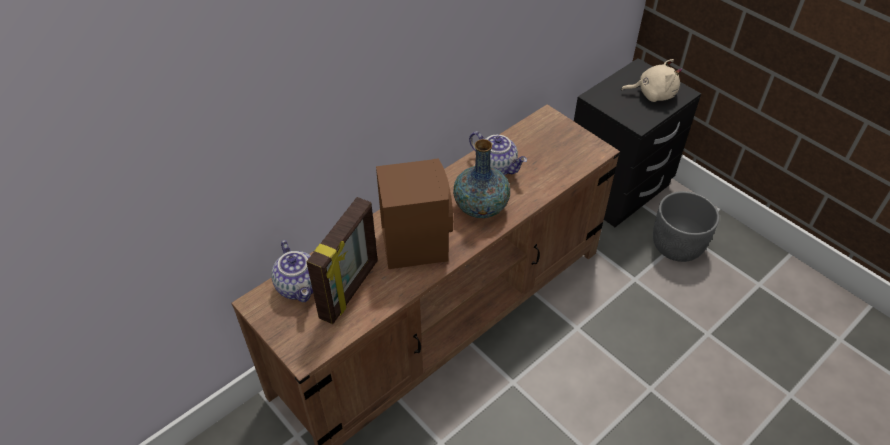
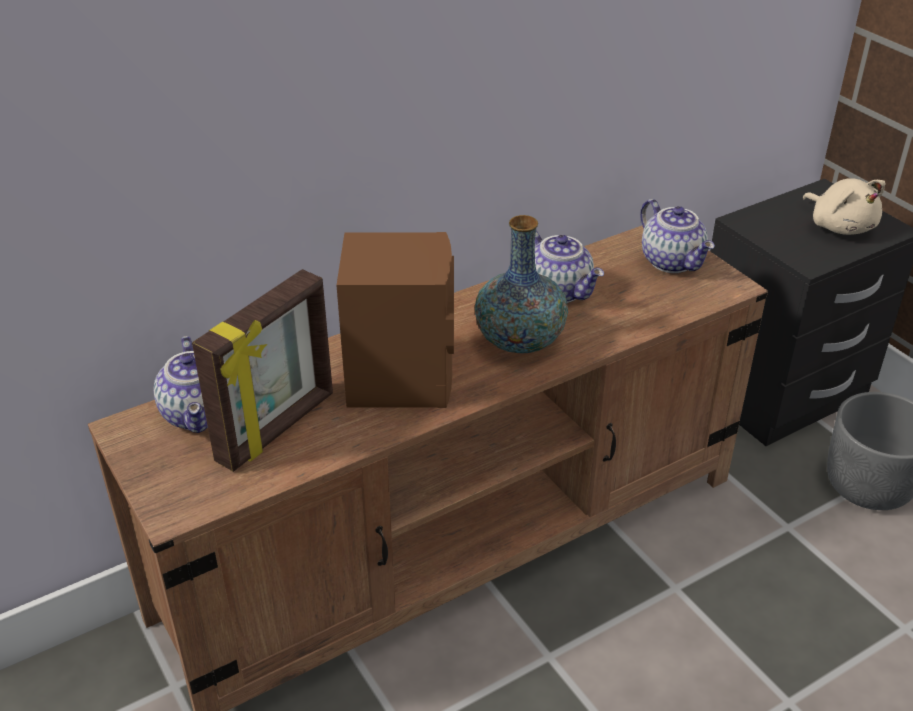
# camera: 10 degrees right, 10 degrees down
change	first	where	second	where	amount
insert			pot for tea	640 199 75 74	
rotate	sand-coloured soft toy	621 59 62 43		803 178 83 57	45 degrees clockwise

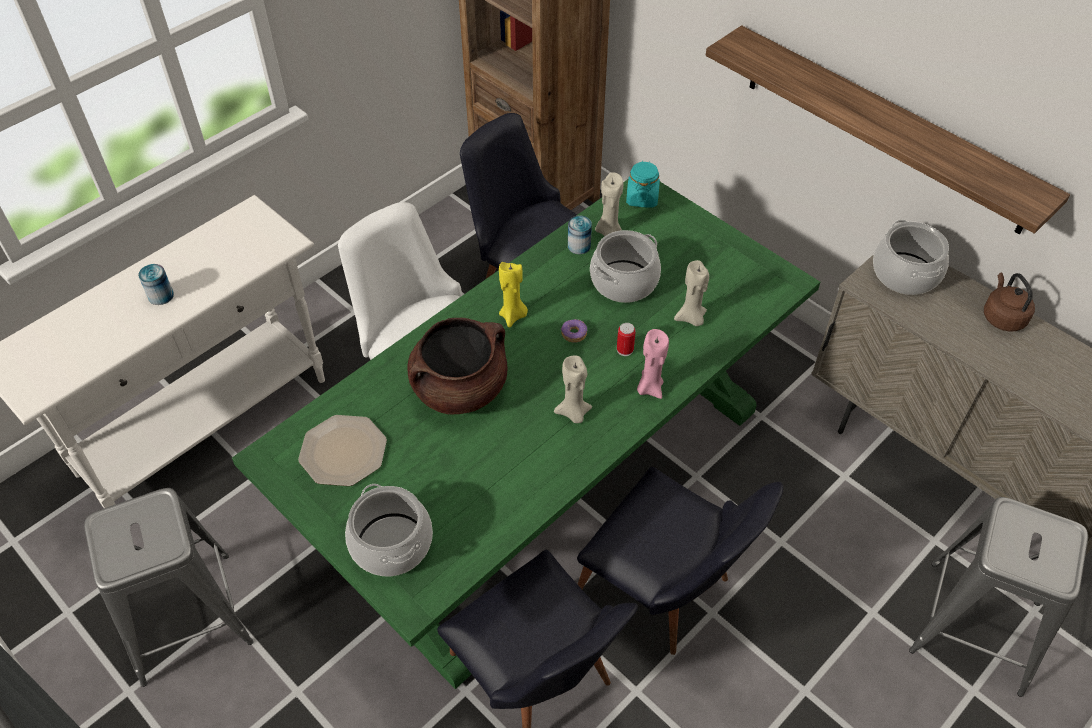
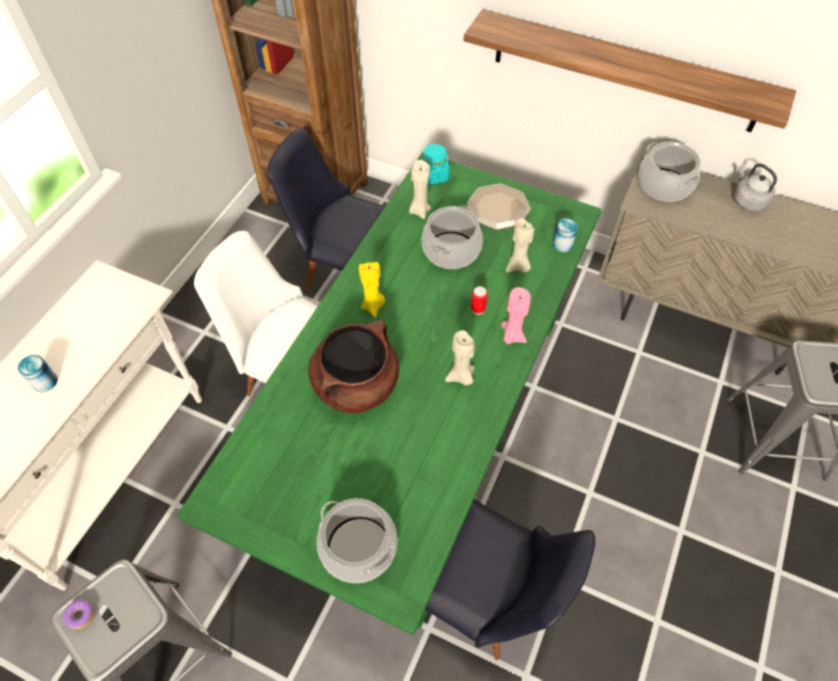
# camera: 20 degrees left, 5 degrees up
change	first	where	second	where	amount
delete	black chair	577 467 206 188			
move	flat dish	298 415 89 71		467 183 64 47	
move	donut	561 319 26 24		63 599 31 30	
move	metal can	568 215 24 39		553 218 25 34	
recolor	brown kettle	984 272 51 60	greyish kettle	734 164 43 47	

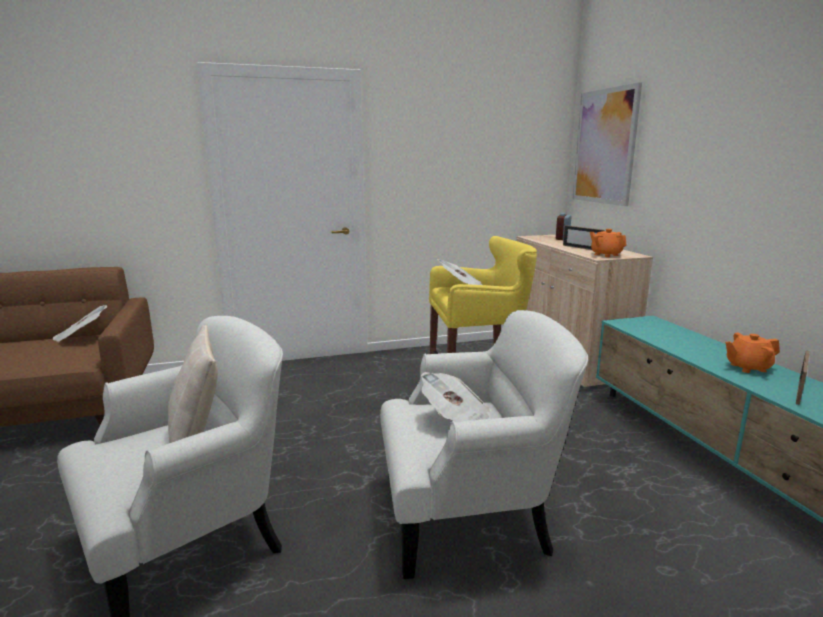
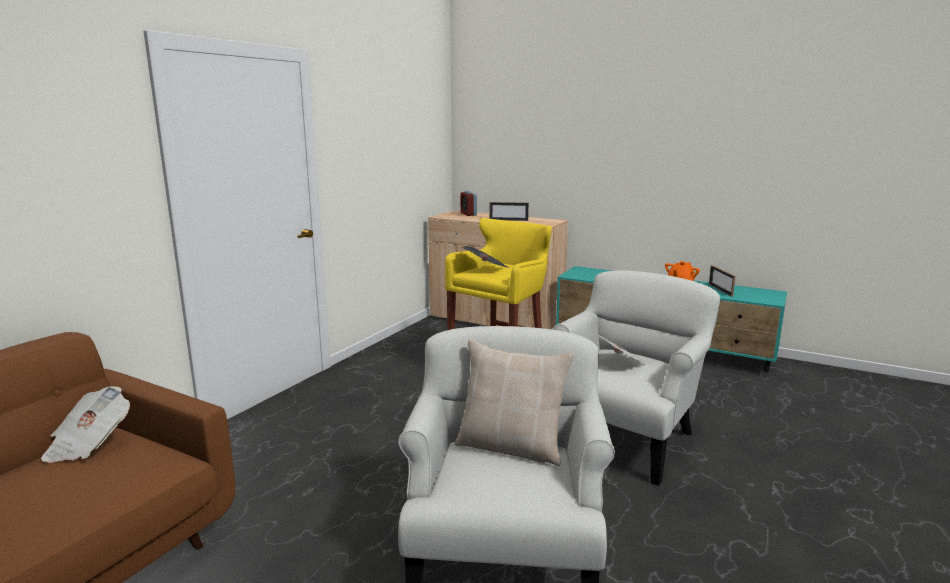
# camera: 45 degrees left, 0 degrees up
change	first	where	second	where	amount
delete	wall art	573 82 69 124			
delete	orange pot for tea	590 229 37 28			

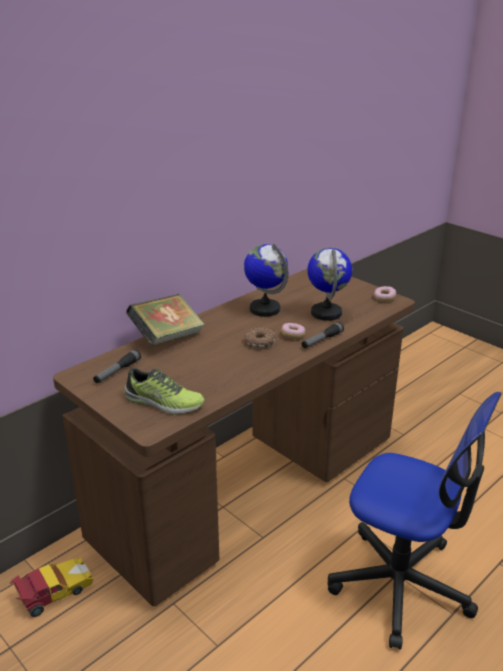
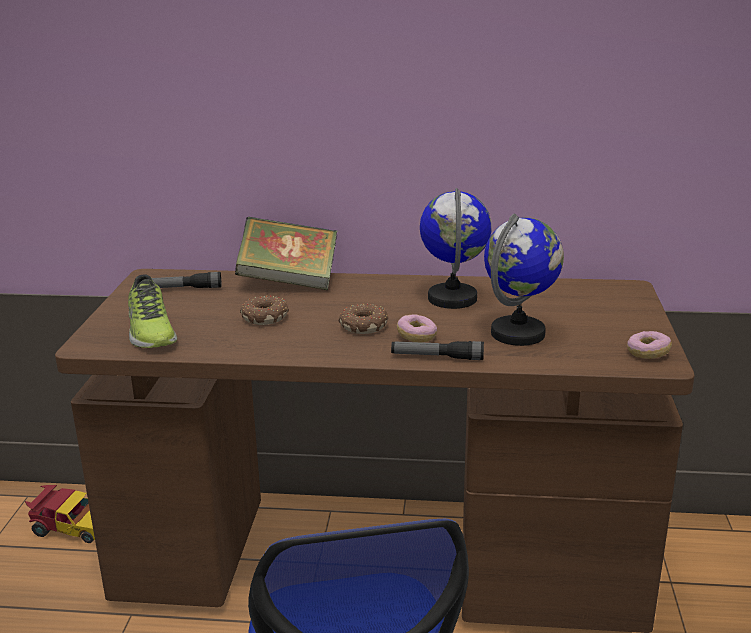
# camera: 50 degrees right, 5 degrees down
change	first	where	second	where	amount
insert			donut	240 295 49 30	

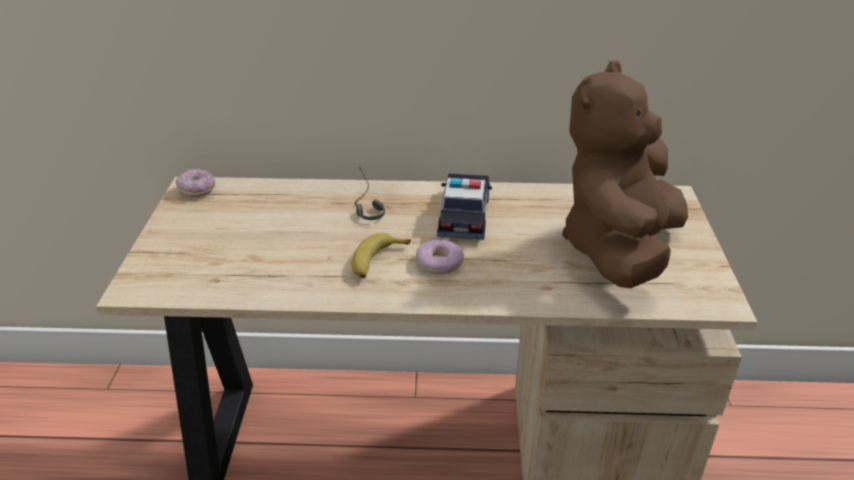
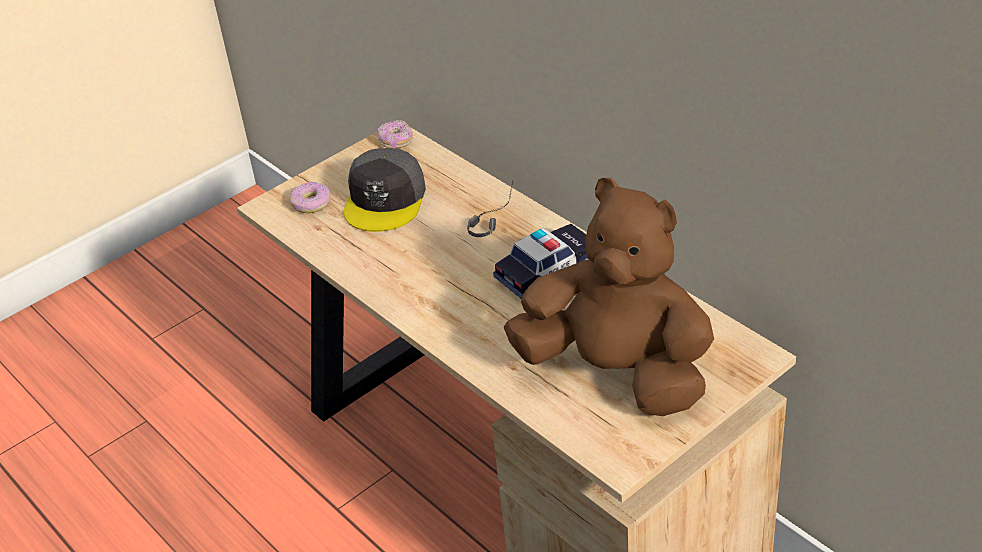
# camera: 50 degrees right, 5 degrees up
change	first	where	second	where	amount
delete	whole banana	351 233 60 45			
insert			greyish cap	344 148 82 84	
move	donut	416 239 48 35		289 182 42 31	
rotate	brown soft toy	562 60 126 228		504 178 210 238	45 degrees clockwise

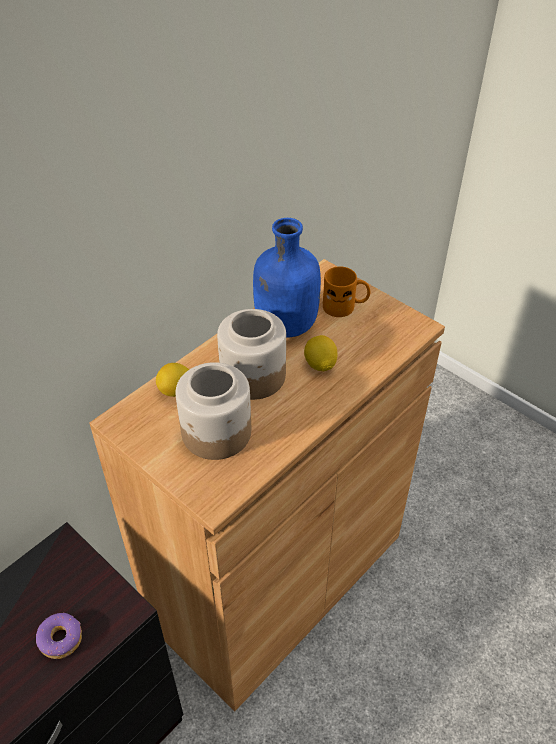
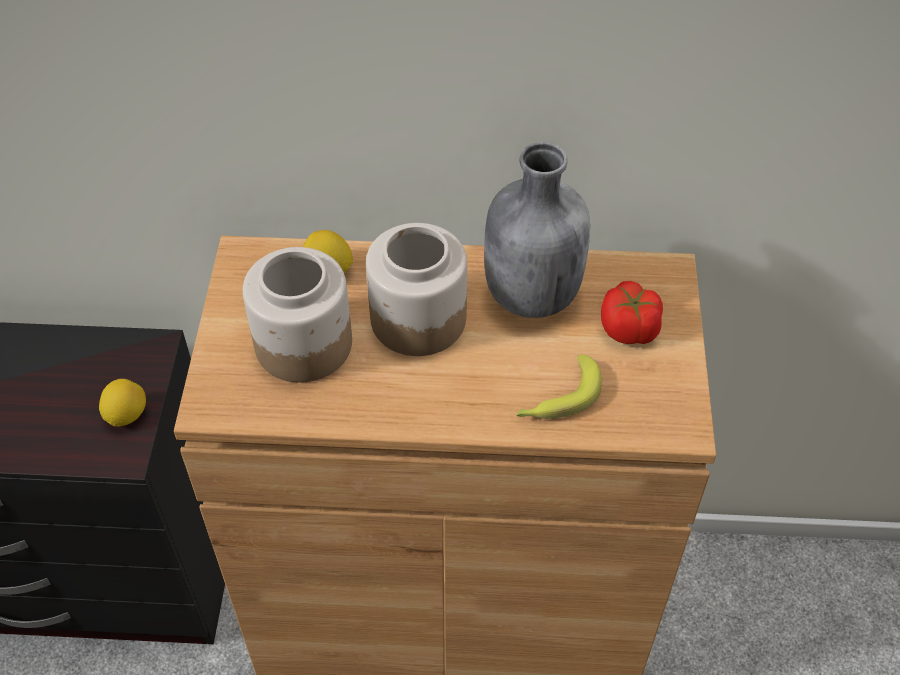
# camera: 50 degrees right, 5 degrees up
change	first	where	second	where	amount
delete	donut	36 613 46 46			
insert			whole banana	516 355 86 64	
move	whole lemon	304 335 33 36		99 379 47 48	
replace	orange tea mug	323 266 47 51	whole tomato	601 281 62 63	
recolor	blue-coloured beverage bottle	253 218 68 120	greyish beverage bottle	484 142 106 176	

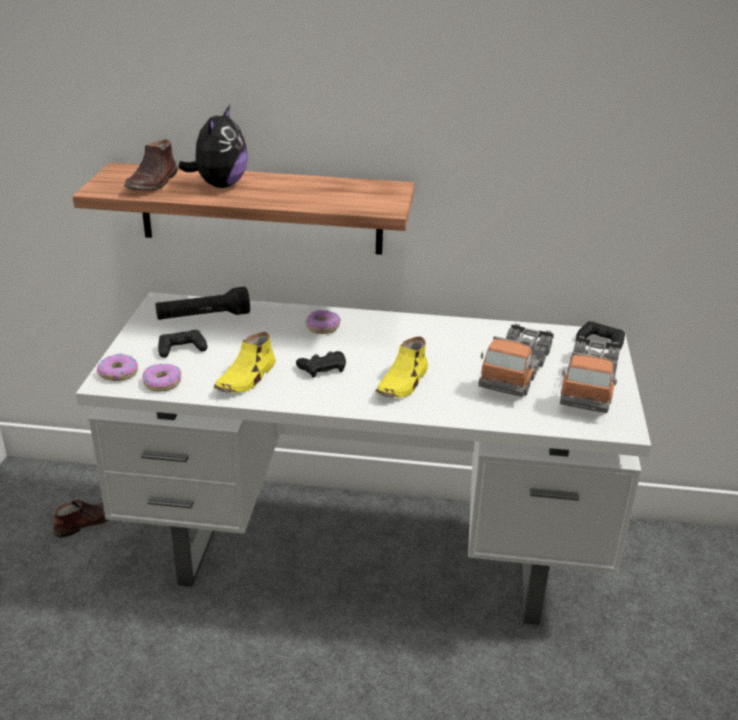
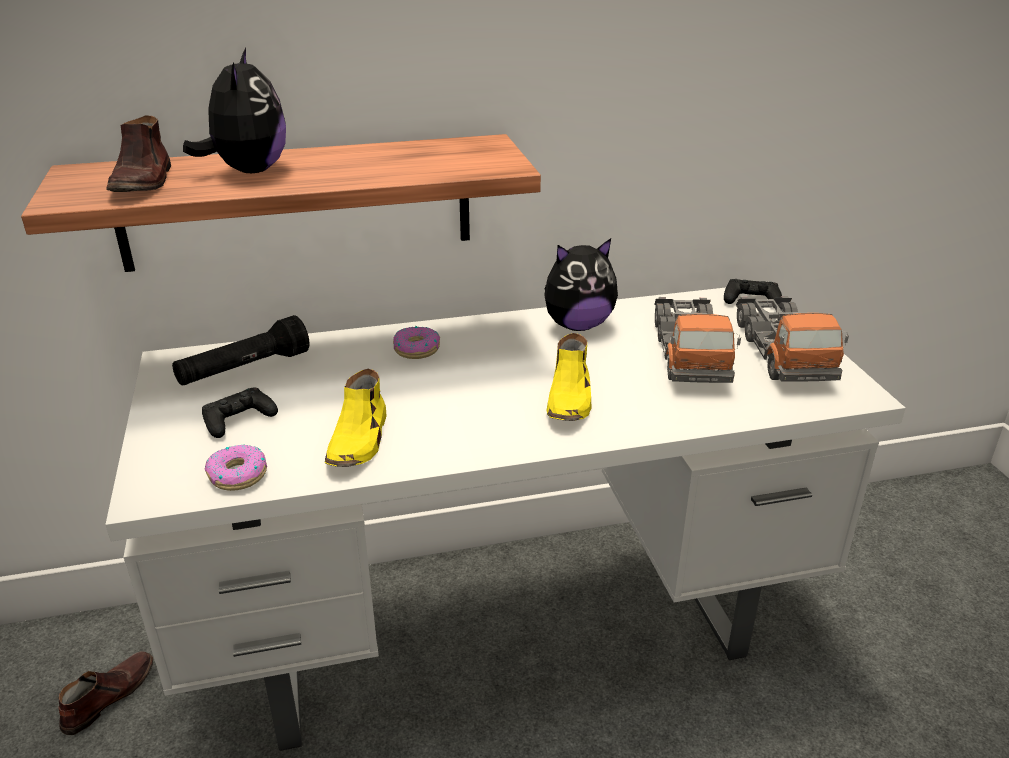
# camera: 20 degrees left, 0 degrees up
change	first	where	second	where	amount
delete	donut	97 354 41 27			
delete	black game controller	296 351 50 27			
insert			soft toy	544 238 74 93	

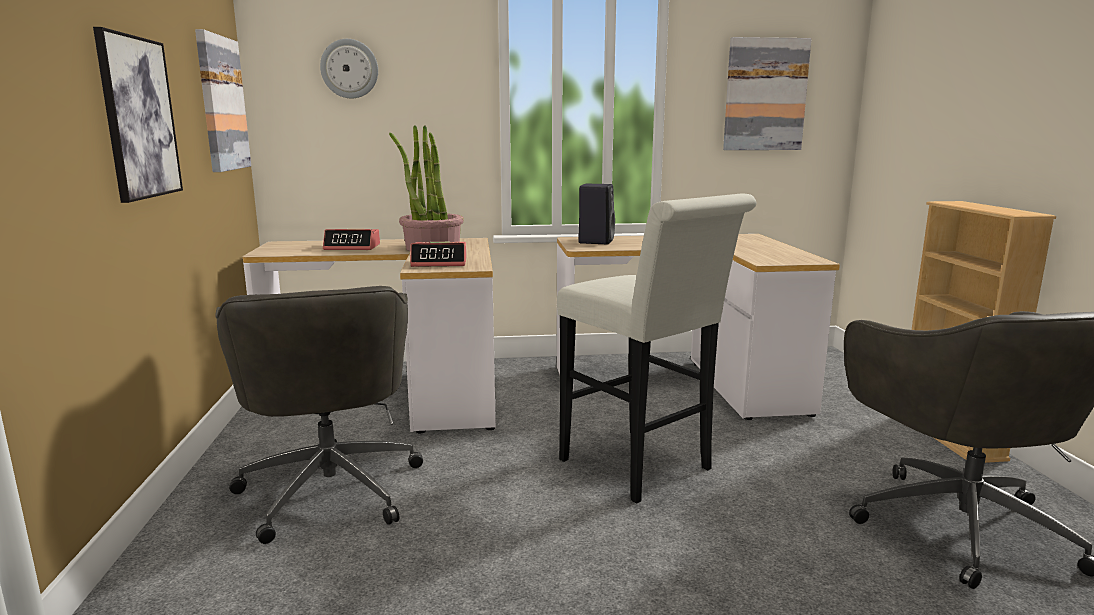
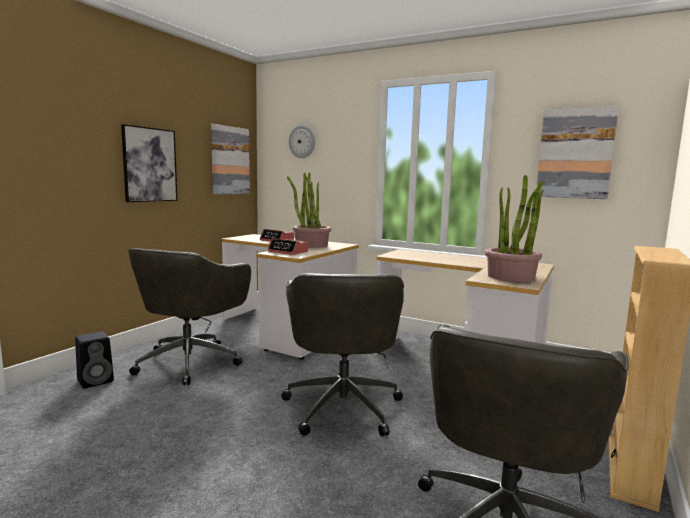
# camera: 35 degrees right, 5 degrees down
change	first	where	second	where	amount
insert			potted plant	485 175 59 107	
move	black speaker	578 184 37 60		75 332 39 57	
replace	whitish stool seat	557 193 199 311	greyish office chair	281 273 123 163	

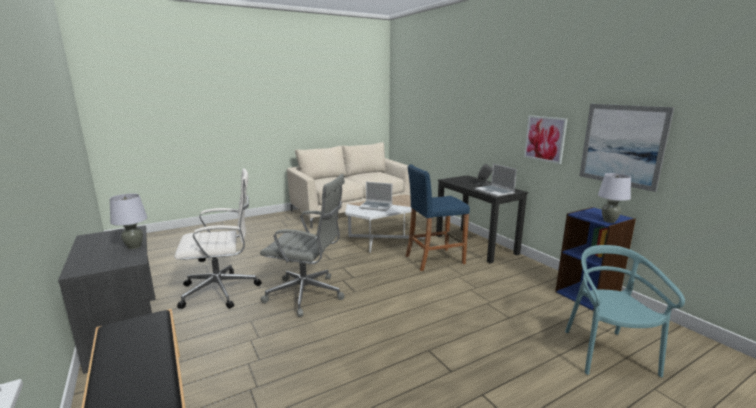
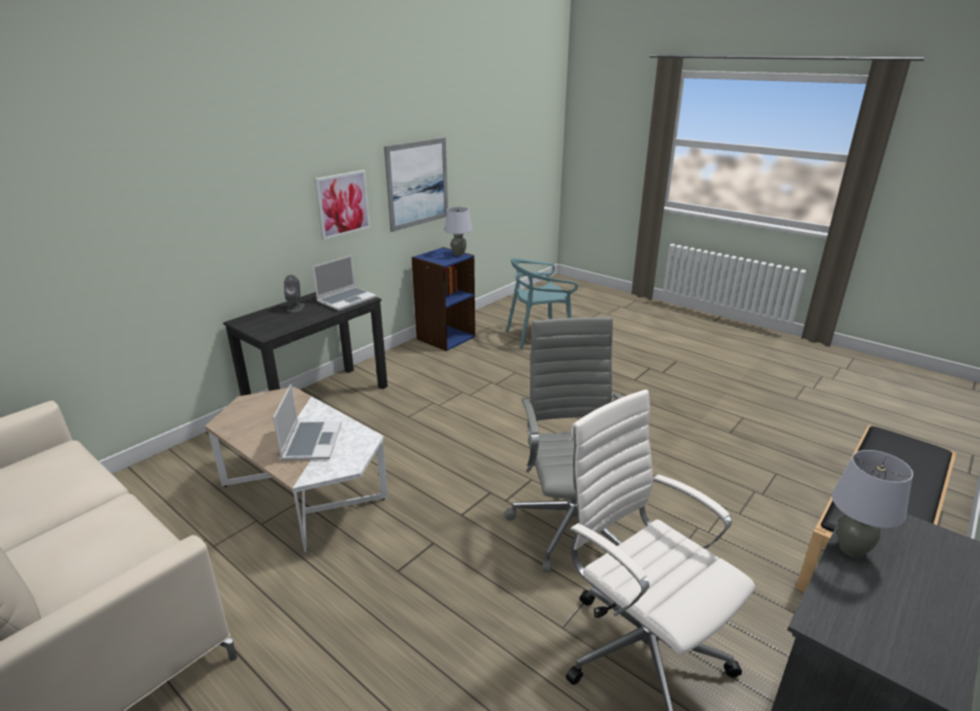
# camera: 110 degrees left, 10 degrees up
change	first	where	second	where	amount
delete	blue-coloured stool seat	406 164 64 107			

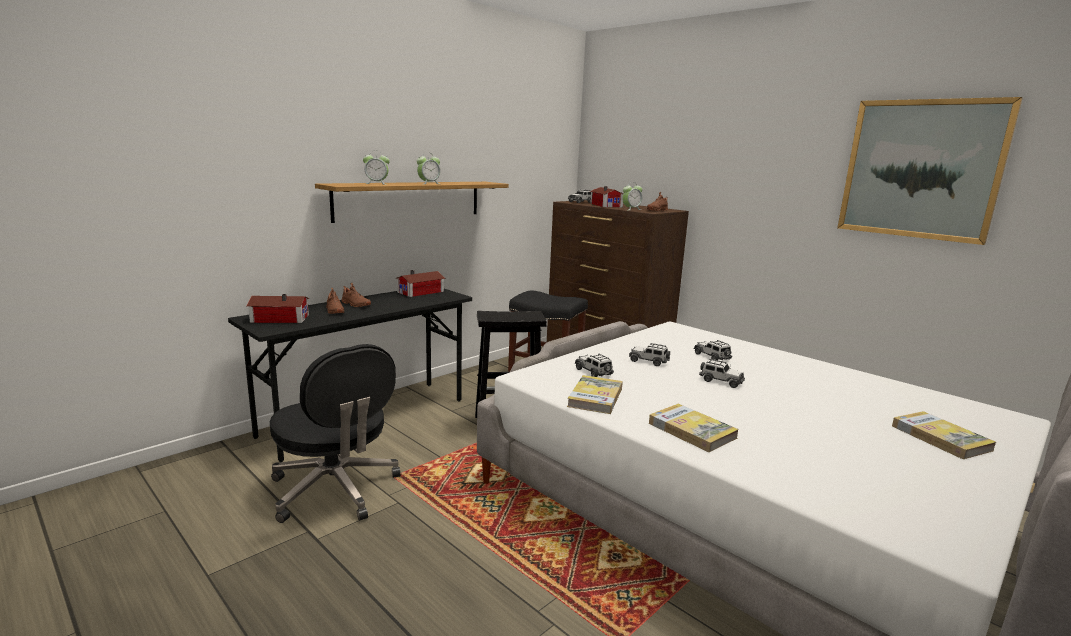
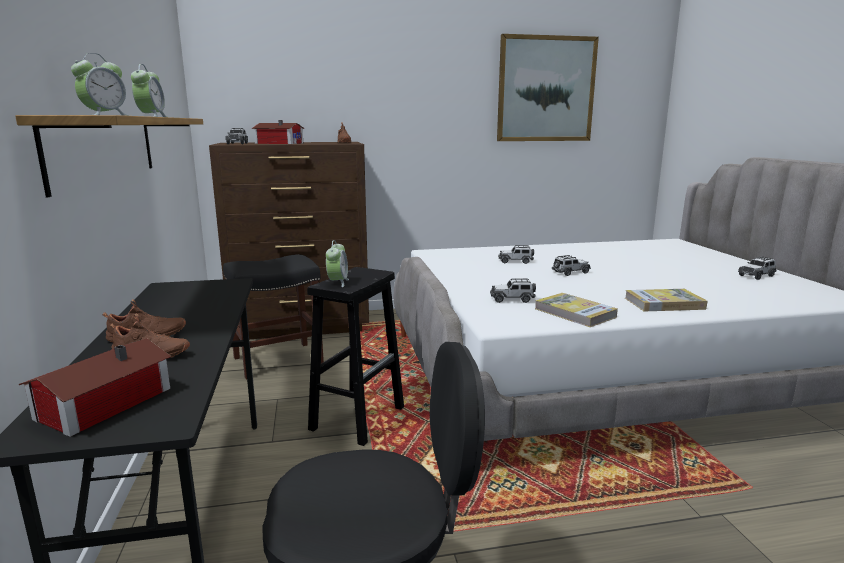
# camera: 55 degrees left, 0 degrees up
change	first	where	second	where	amount
delete	miniature house	395 270 51 27			
delete	bound book	892 411 104 48			
move	table clock	622 182 20 28		326 240 23 47	
move	miniature car	629 343 41 23		738 256 38 24	

